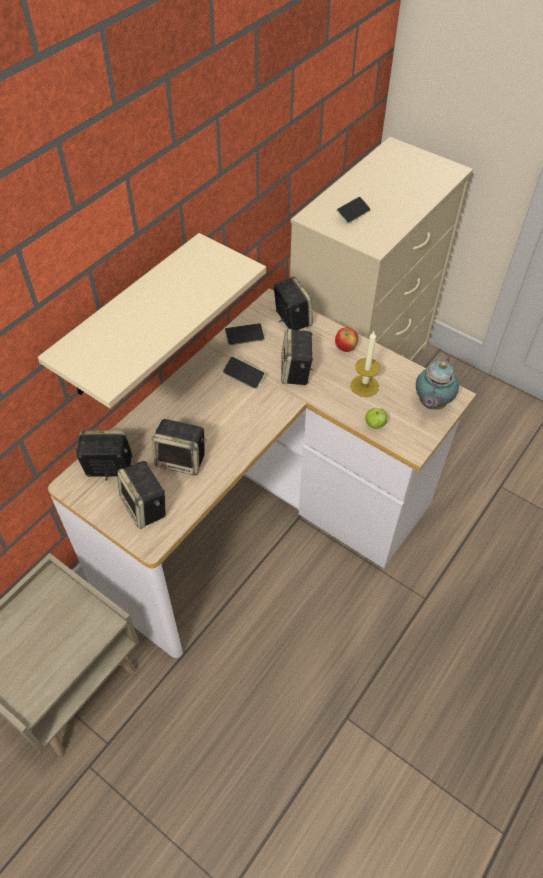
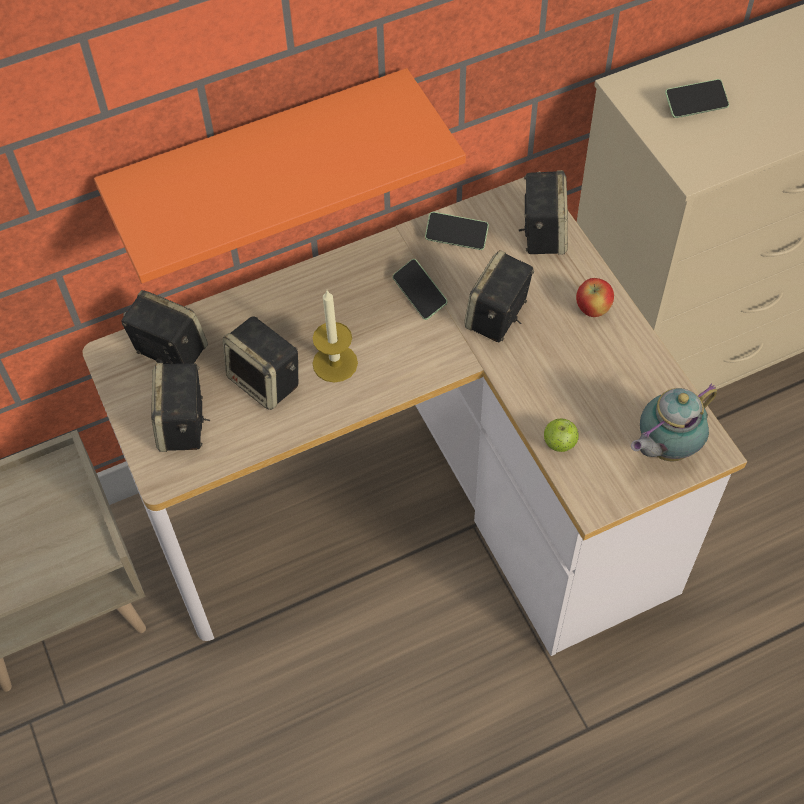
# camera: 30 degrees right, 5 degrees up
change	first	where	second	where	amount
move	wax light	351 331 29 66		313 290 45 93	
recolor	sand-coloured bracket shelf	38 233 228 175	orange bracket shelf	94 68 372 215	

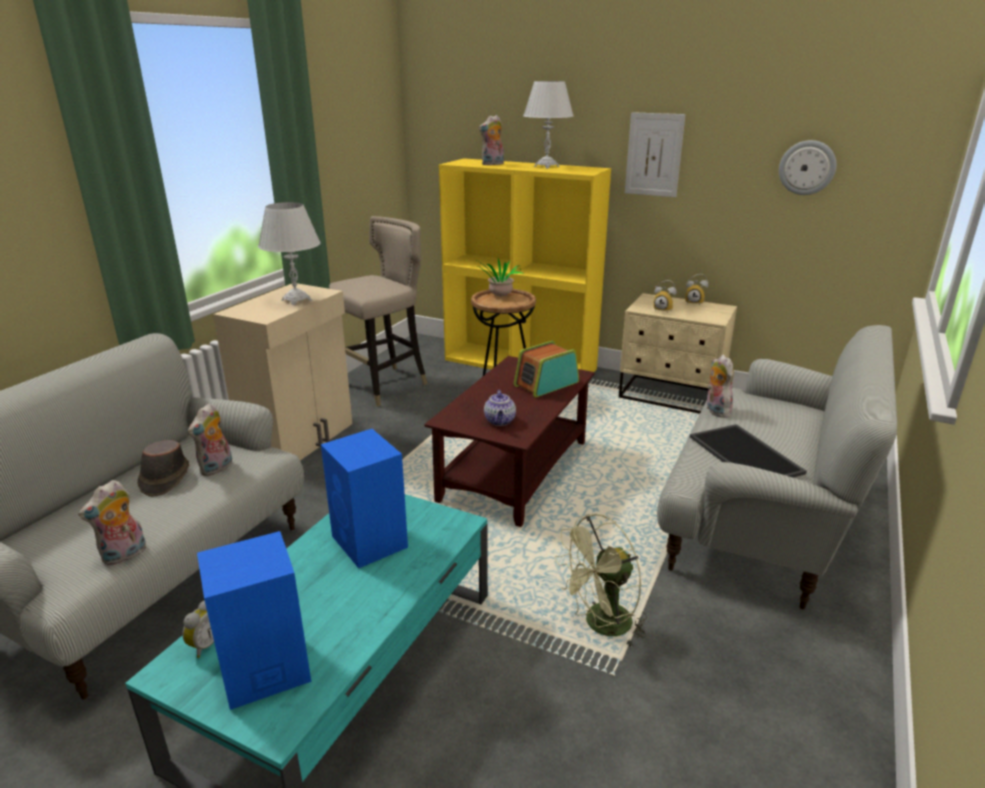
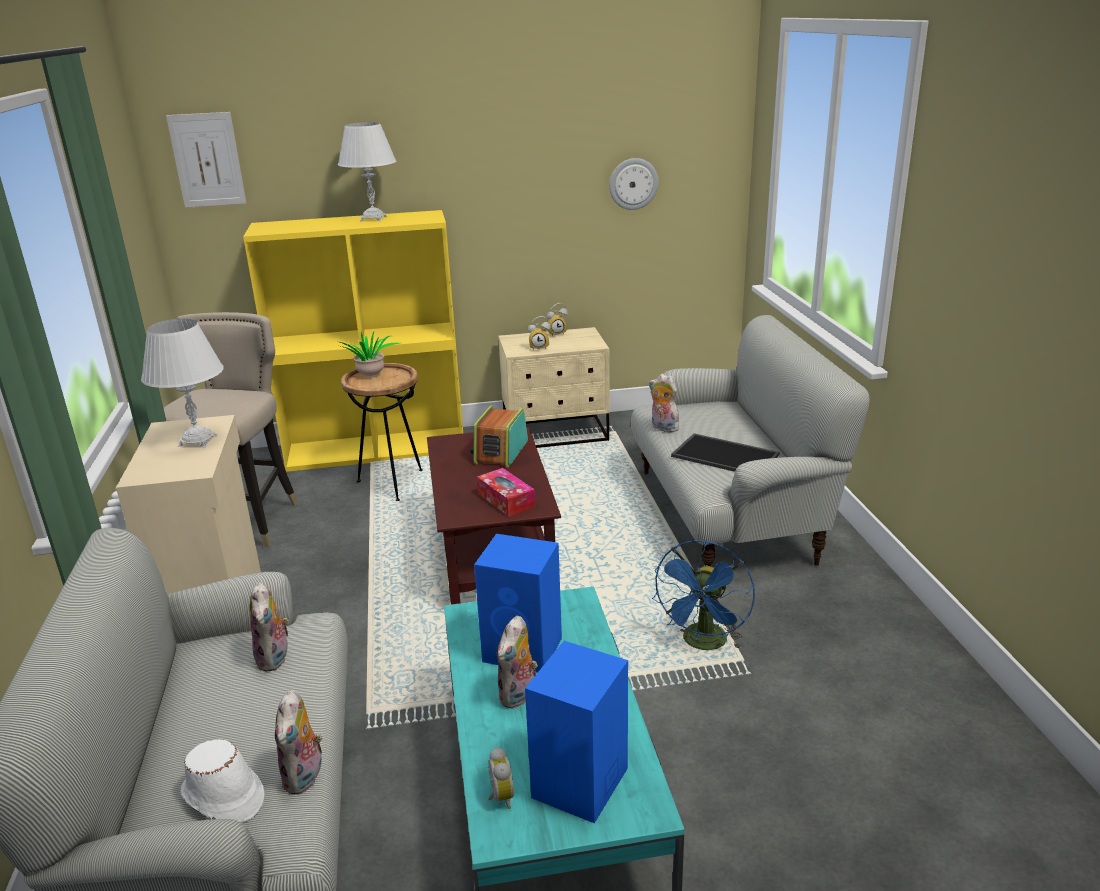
# camera: 35 degrees left, 0 degrees up
change	first	where	second	where	amount
delete	brown wearable hat	137 440 52 57			
insert			whitish wearable hat	181 739 84 84	
move	soft toy	479 115 25 50		497 616 41 93	
move	wall art	625 112 61 85		166 112 80 96	
replace	pot for tea	484 390 32 36	box of tissues	477 468 58 49	
recolor	greenish electric fan	555 513 92 133	blue-coloured electric fan	652 540 103 110	

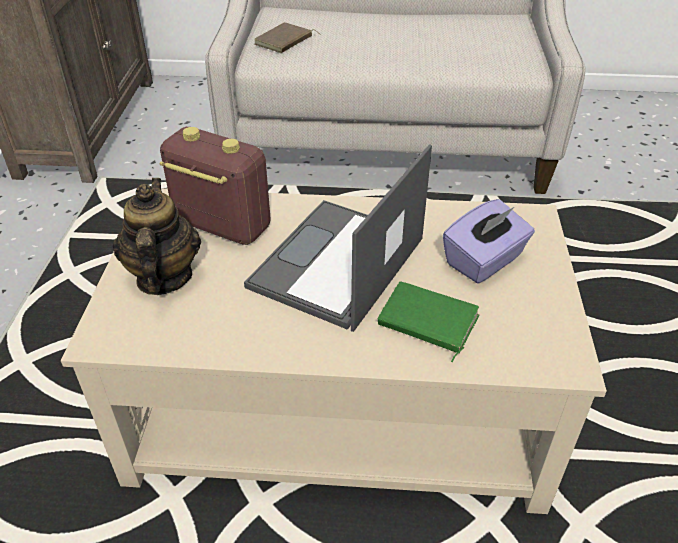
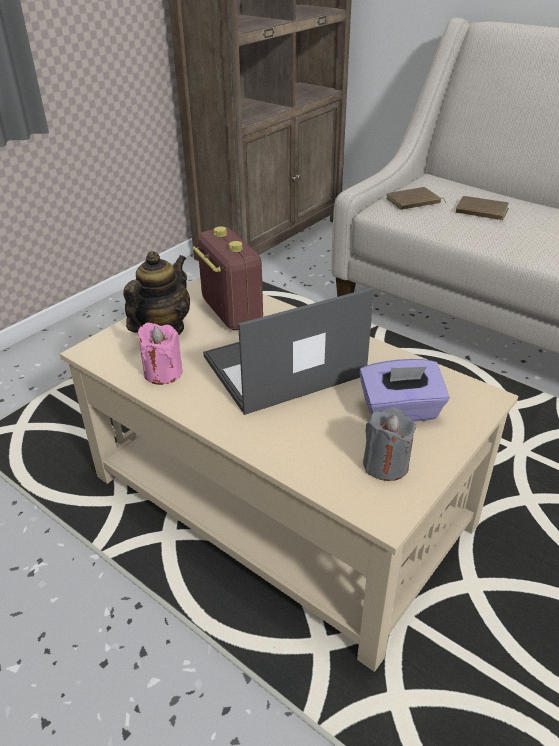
# camera: 35 degrees right, 5 degrees down
change	first	where	second	where	amount
delete	greenish bound book	378 281 101 82			
insert			pink wax light	137 323 45 62	
insert			greyish wax light	363 407 54 74	
insert			brown bound book	456 196 53 24	

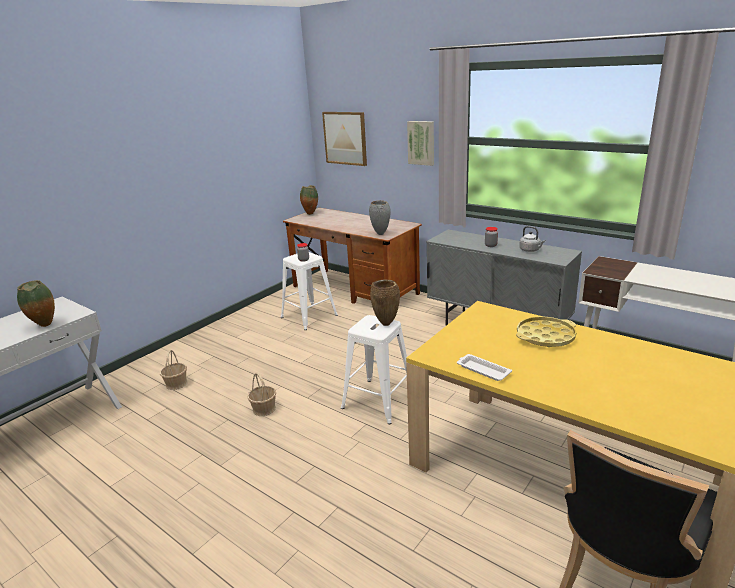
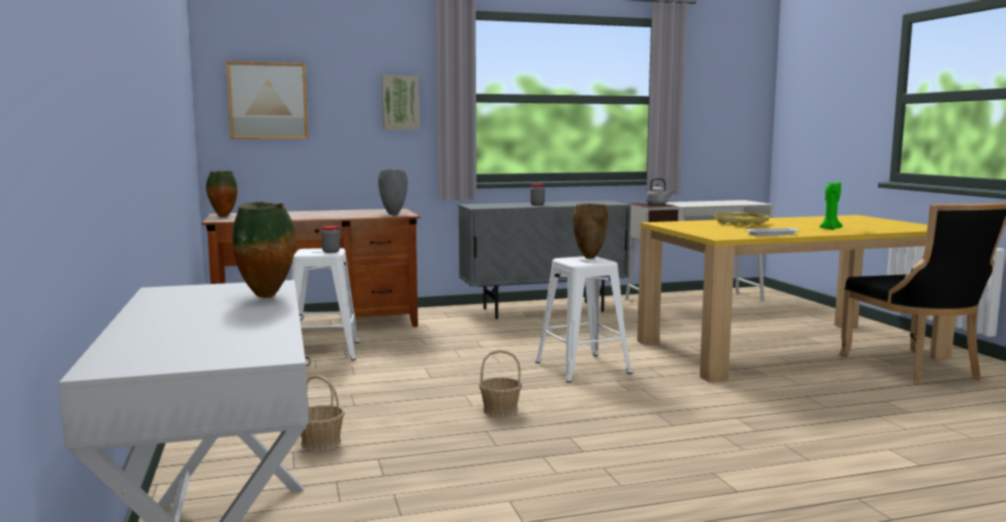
# camera: 55 degrees left, 15 degrees down
change	first	where	second	where	amount
insert			greenish wax light	819 180 23 50	
move	greyish kettle	519 226 26 26		646 178 28 27	

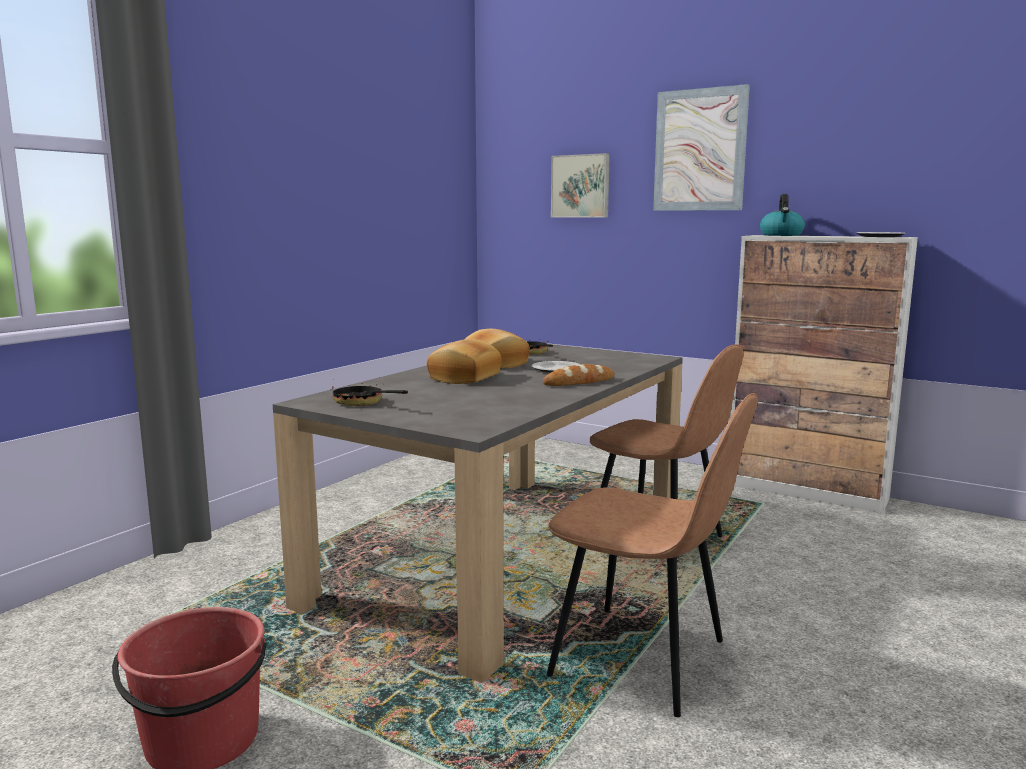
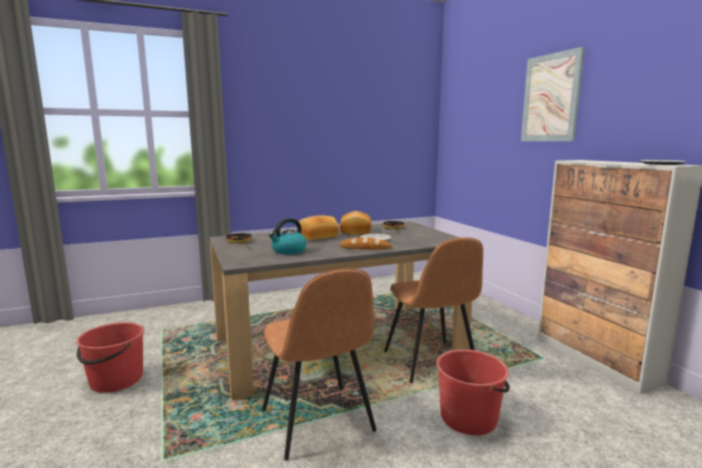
# camera: 35 degrees right, 0 degrees up
change	first	where	second	where	amount
delete	wall art	551 153 59 64			
insert			red pail	436 349 74 86	
move	kettle	760 194 45 42		268 218 39 36	

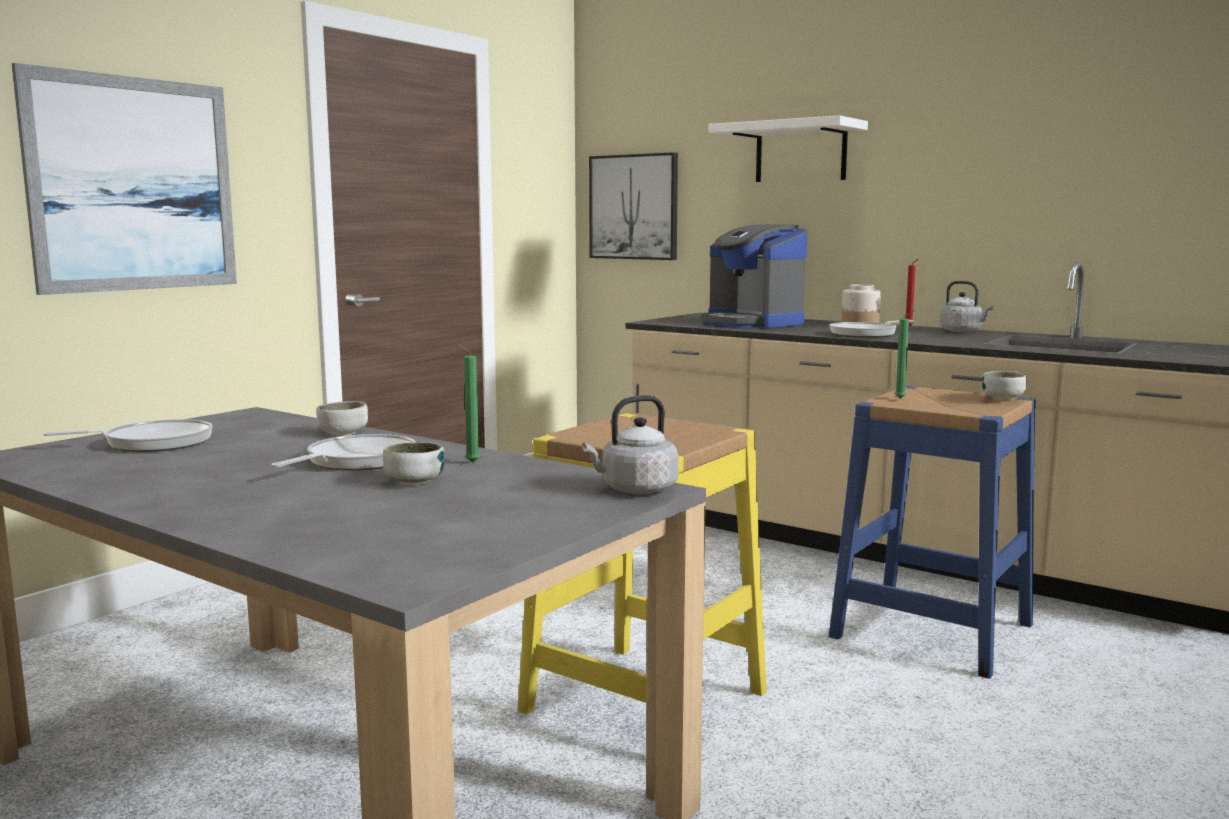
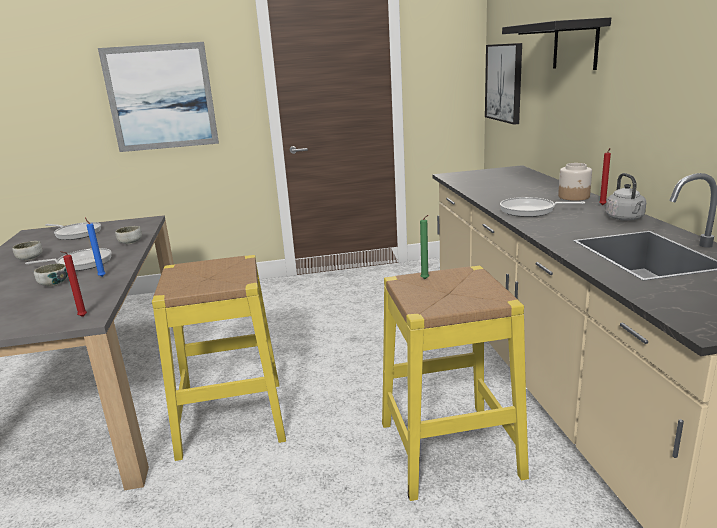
# camera: 45 degrees right, 10 degrees up
change	first	where	second	where	amount
delete	coffee brewer	701 225 106 103			
move	serving bowl	982 371 45 29		12 241 31 20	
replace	greyish kettle	582 395 96 99	red wax light	60 251 27 66	
recolor	greenish wax light	457 344 23 119	blue-coloured wax light	85 218 20 59	
recolor	whitish bracket shelf	708 115 160 67	black bracket shelf	502 18 109 52	
recolor	blue-coloured stool seat	829 386 207 293	yellowish stool seat	382 266 147 235	

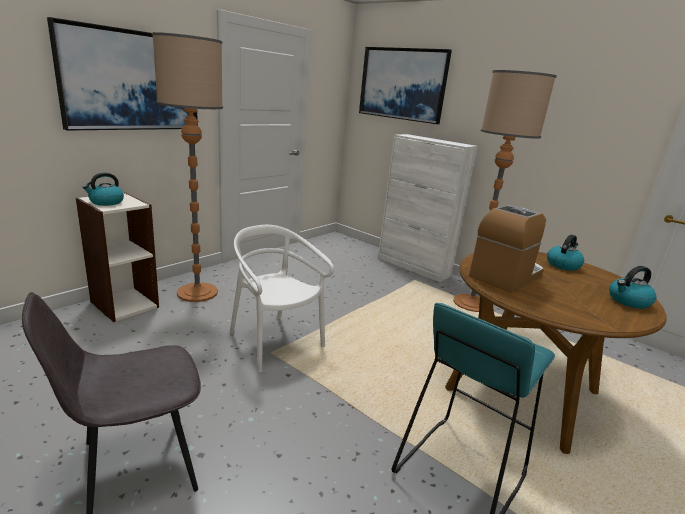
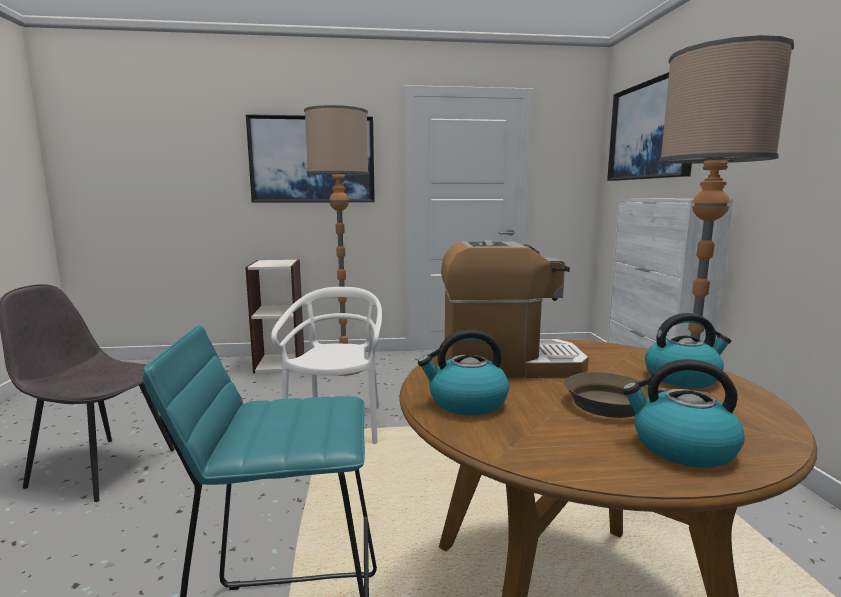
# camera: 45 degrees right, 10 degrees down
change	first	where	second	where	amount
insert			brown pan	564 372 147 46	
move	kettle	82 173 42 33		418 329 91 87	

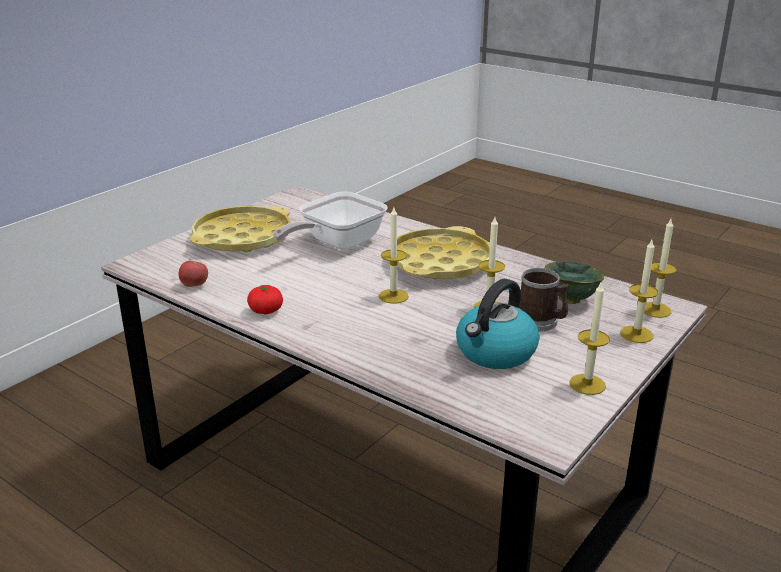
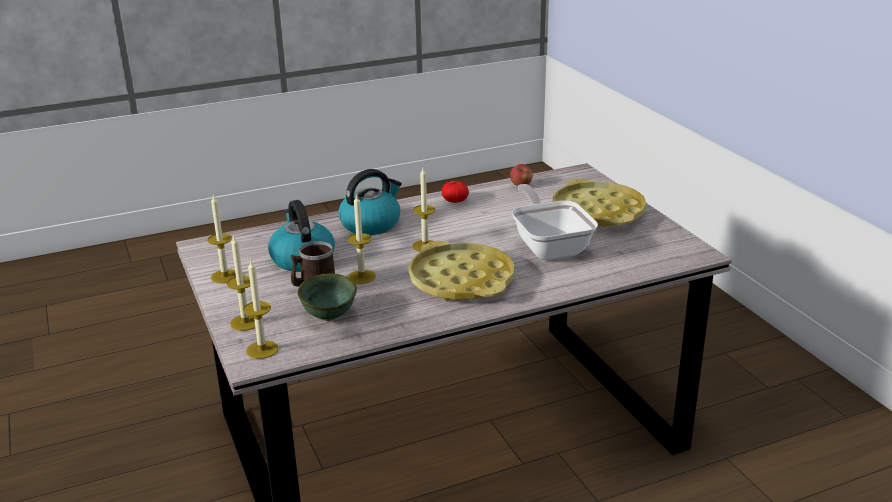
# camera: 120 degrees right, 0 degrees up
change	first	where	second	where	amount
insert			kettle	339 169 63 66	

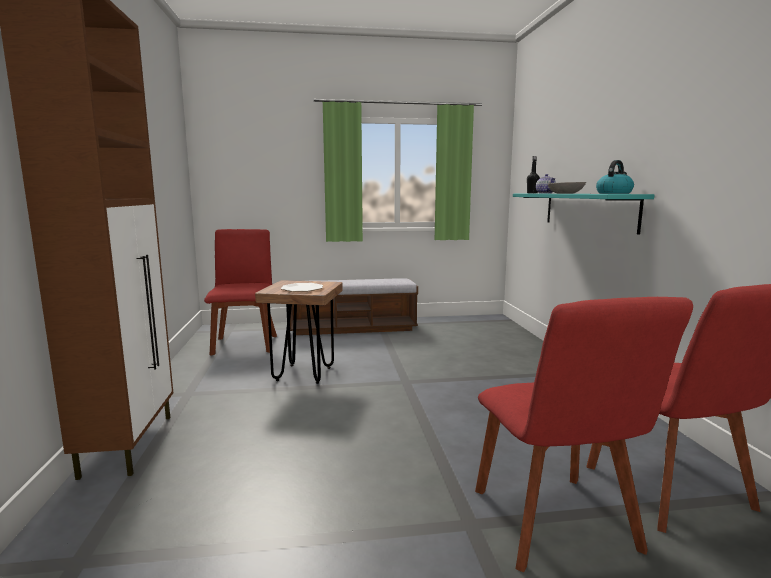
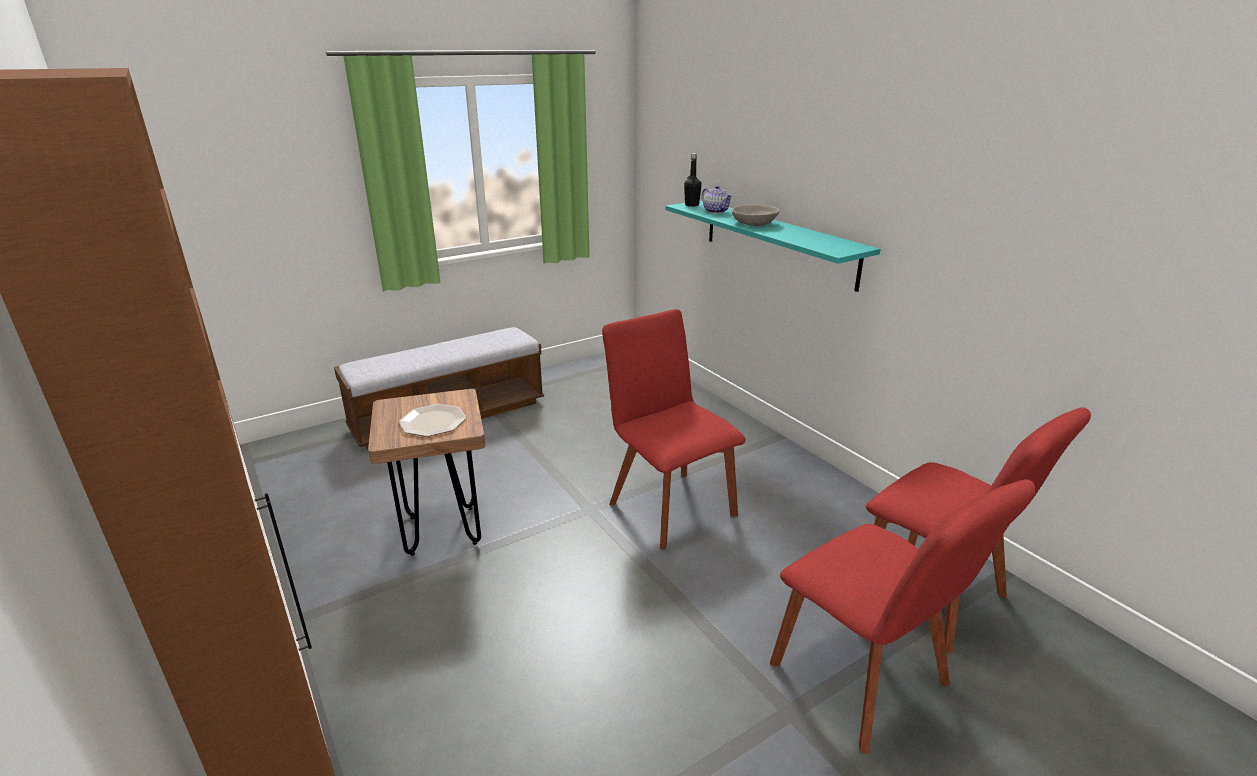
# camera: 25 degrees left, 15 degrees up
change	first	where	second	where	amount
delete	kettle	596 160 38 34			
move	red chair	204 229 73 127		602 309 144 241	

